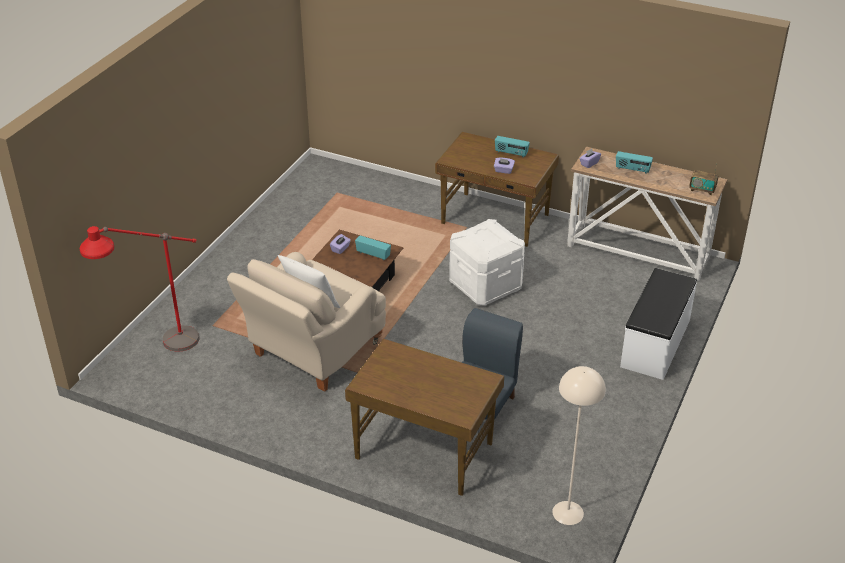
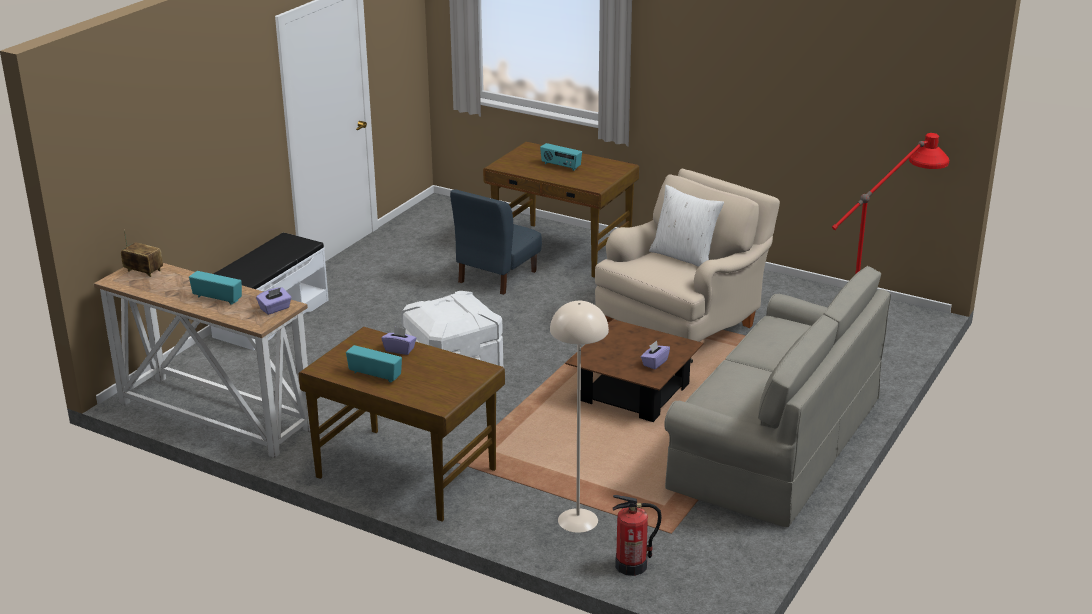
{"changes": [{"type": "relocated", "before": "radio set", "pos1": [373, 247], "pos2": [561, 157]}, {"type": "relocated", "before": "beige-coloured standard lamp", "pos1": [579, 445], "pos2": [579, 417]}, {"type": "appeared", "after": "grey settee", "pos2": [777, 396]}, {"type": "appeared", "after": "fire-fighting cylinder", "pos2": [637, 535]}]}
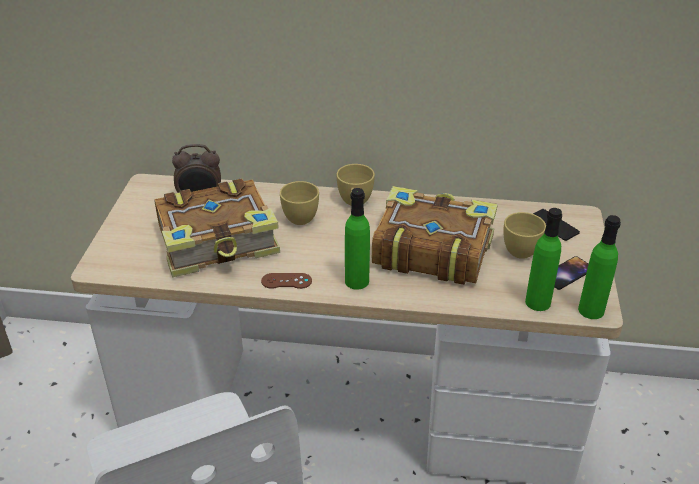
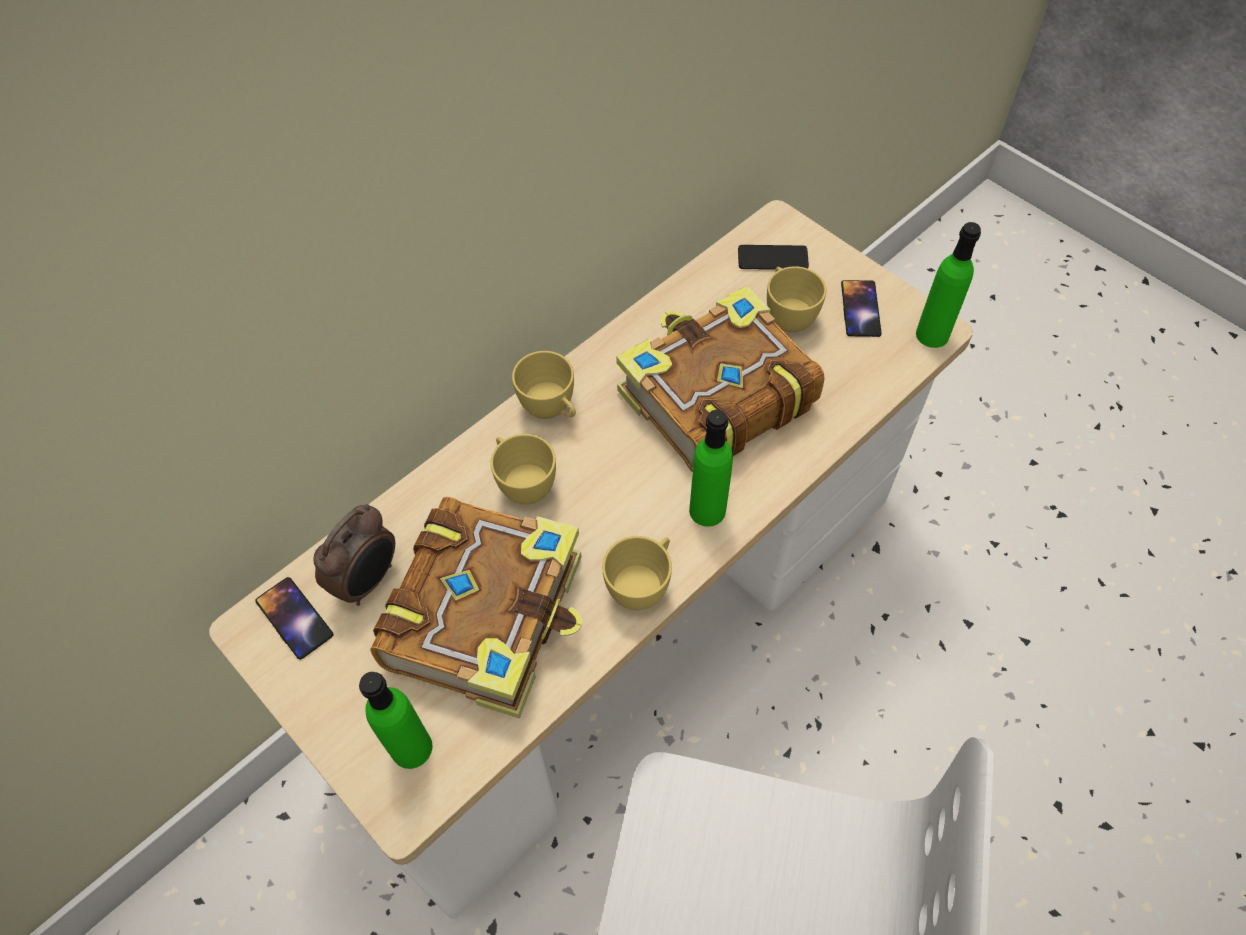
{"changes": [{"type": "relocated", "before": "green beverage bottle", "pos1": [543, 259], "pos2": [396, 720]}, {"type": "exchanged", "before": "brown-coloured gamepad", "after": "yellowish cup", "pos1": [286, 281], "pos2": [637, 573]}, {"type": "appeared", "after": "phone", "pos2": [294, 618]}]}
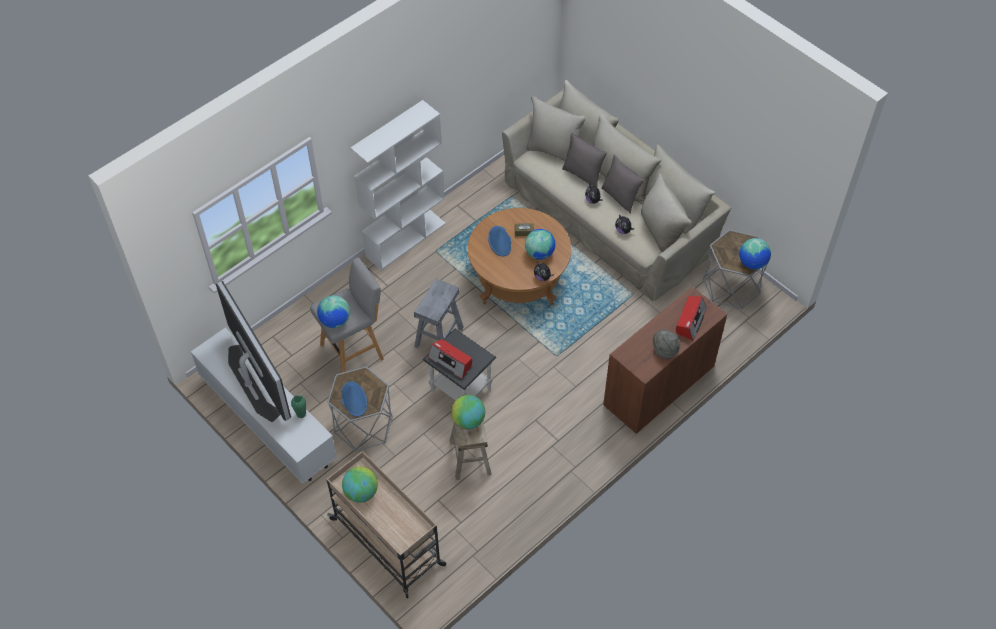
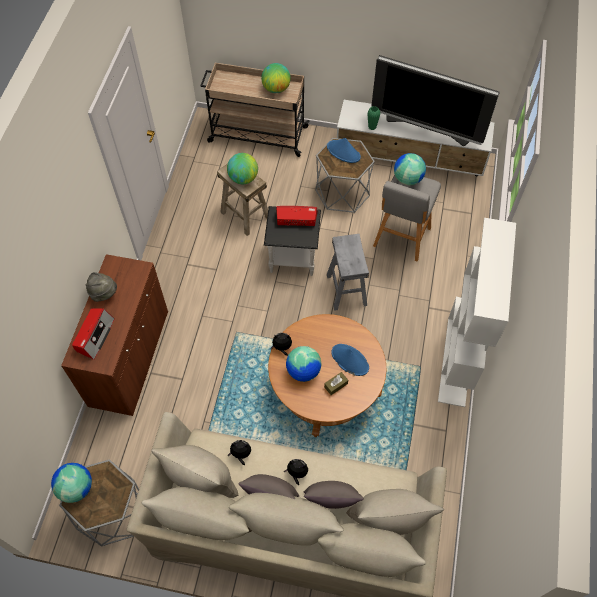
{"changes": [{"type": "spun", "before": "radio set", "pos1": [691, 318], "pos2": [93, 334], "turn": -150}]}
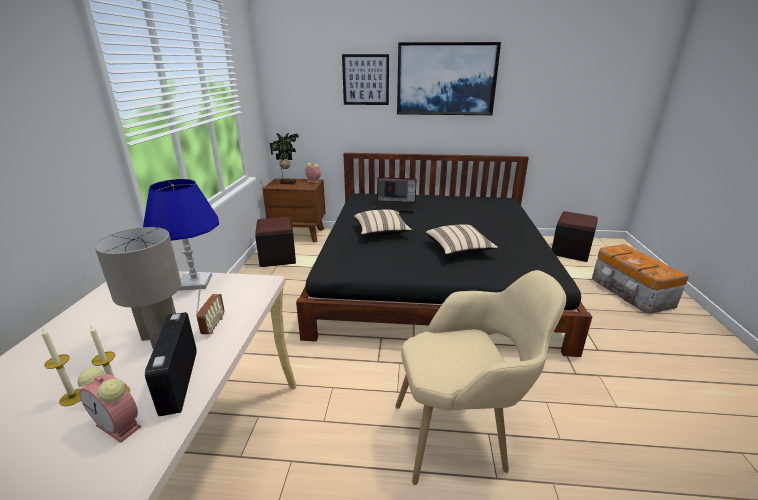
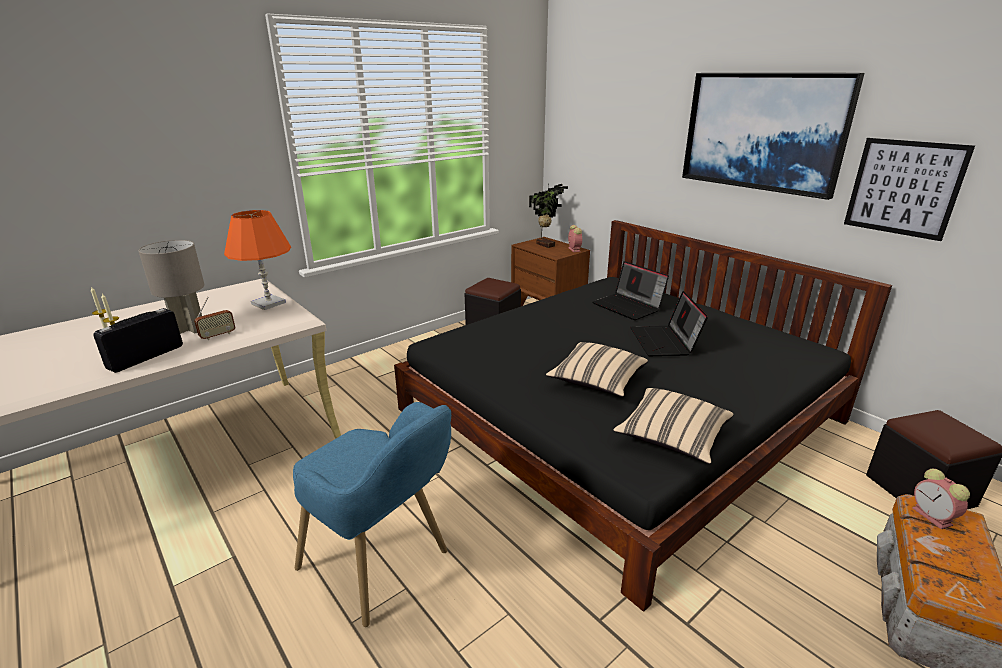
{"changes": [{"type": "relocated", "before": "wall picture", "pos1": [365, 79], "pos2": [909, 189]}, {"type": "colour", "before": "blue-coloured table lamp", "after": "orange table lamp", "pos1": [181, 235], "pos2": [257, 260]}, {"type": "relocated", "before": "beige-coloured pillow", "pos1": [383, 222], "pos2": [673, 426]}, {"type": "colour", "before": "beige-coloured armchair", "after": "blue-coloured armchair", "pos1": [480, 377], "pos2": [372, 514]}, {"type": "relocated", "before": "table clock", "pos1": [109, 405], "pos2": [941, 499]}, {"type": "appeared", "after": "laptop", "pos2": [669, 323]}]}
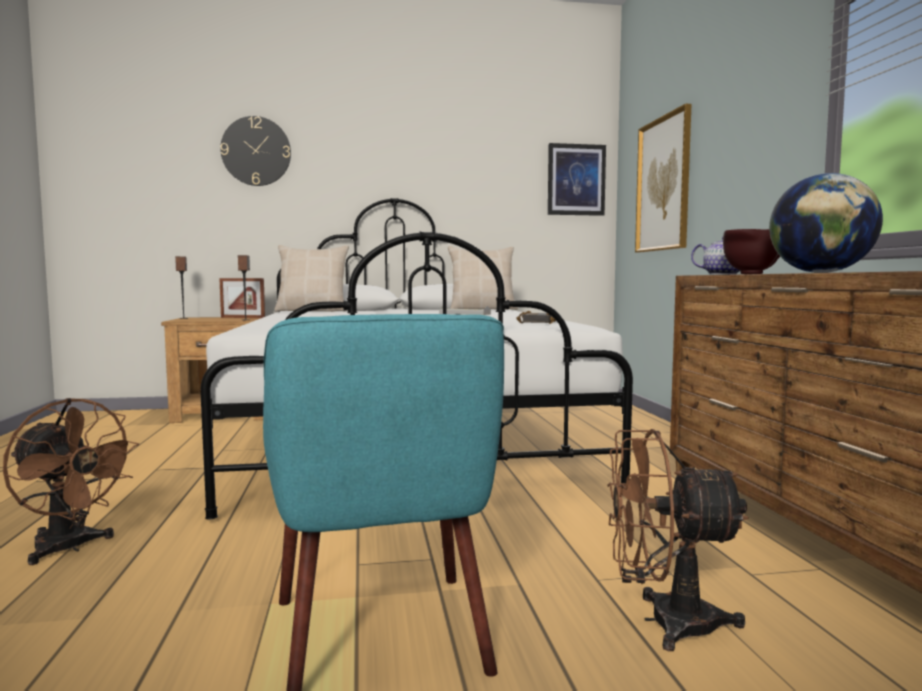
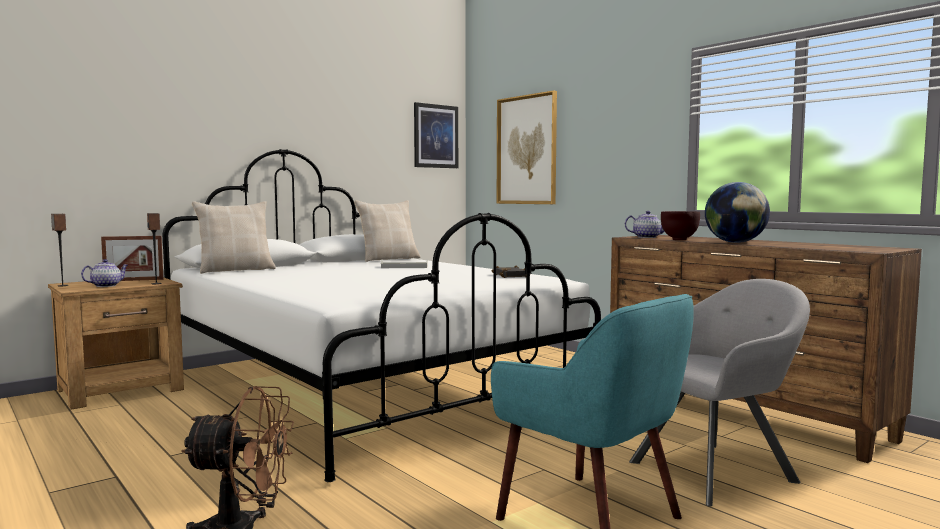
{"changes": [{"type": "missing", "before": "hanging clock", "pos1": [255, 151]}, {"type": "exchanged", "before": "brown-coloured fan", "after": "grey armchair", "pos1": [678, 540], "pos2": [719, 392]}, {"type": "appeared", "after": "tea pot", "pos2": [104, 273]}]}
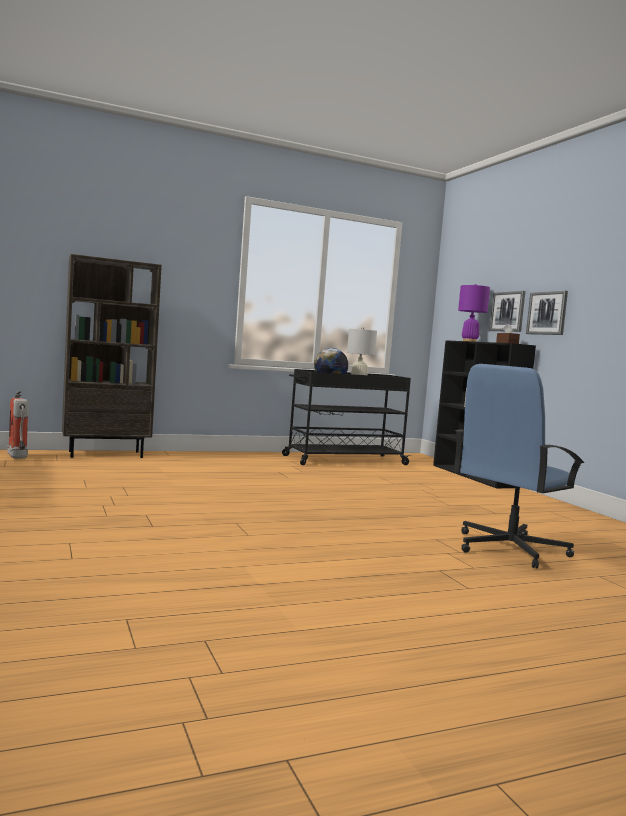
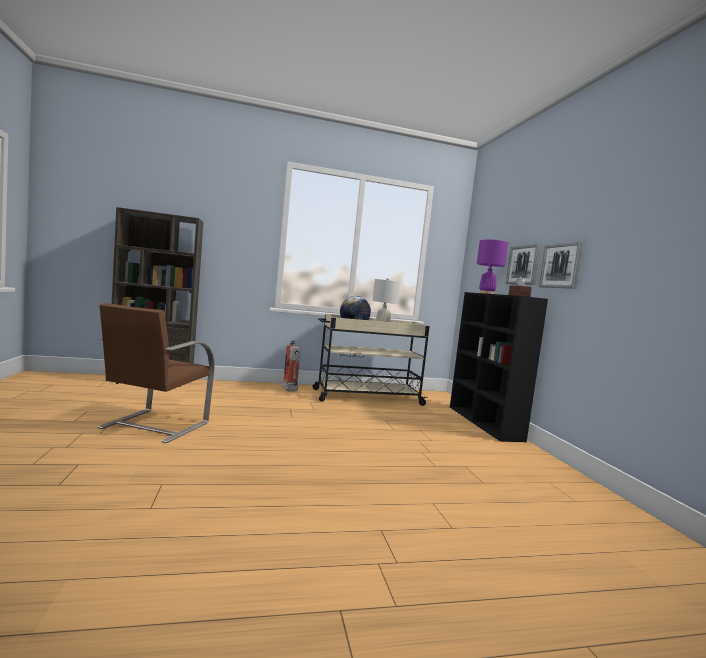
{"changes": [{"type": "missing", "before": "blue-coloured office chair", "pos1": [519, 466]}, {"type": "colour", "before": "black cart", "after": "beige-coloured cart", "pos1": [346, 417], "pos2": [371, 360]}, {"type": "relocated", "before": "fire-fighting cylinder", "pos1": [18, 425], "pos2": [291, 366]}, {"type": "appeared", "after": "brown-coloured plain chair", "pos2": [156, 373]}]}
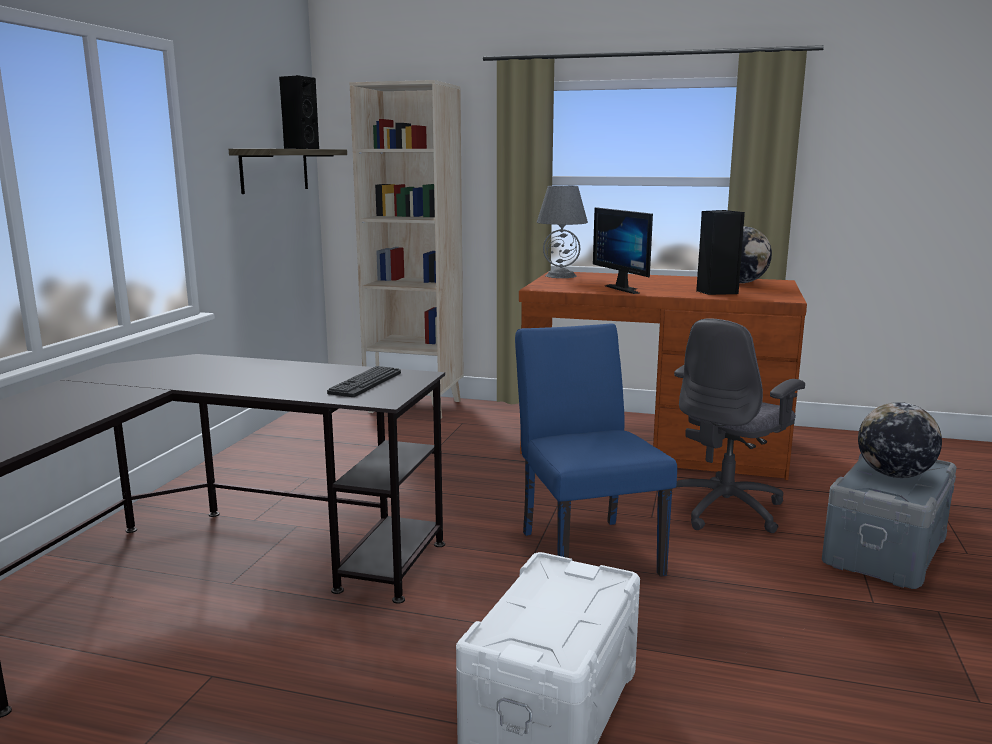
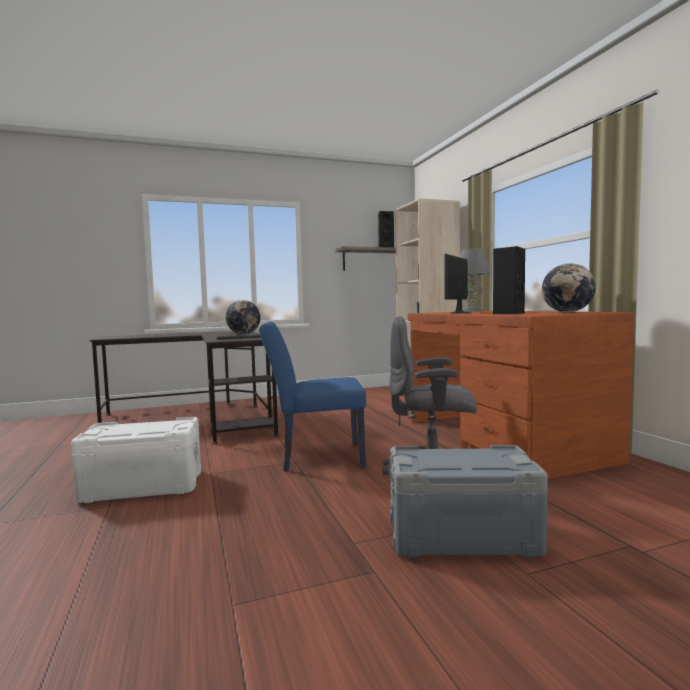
{"changes": [{"type": "spun", "before": "blue-coloured plain chair", "pos1": [596, 450], "pos2": [312, 396], "turn": -135}, {"type": "relocated", "before": "globe", "pos1": [900, 440], "pos2": [243, 317]}]}
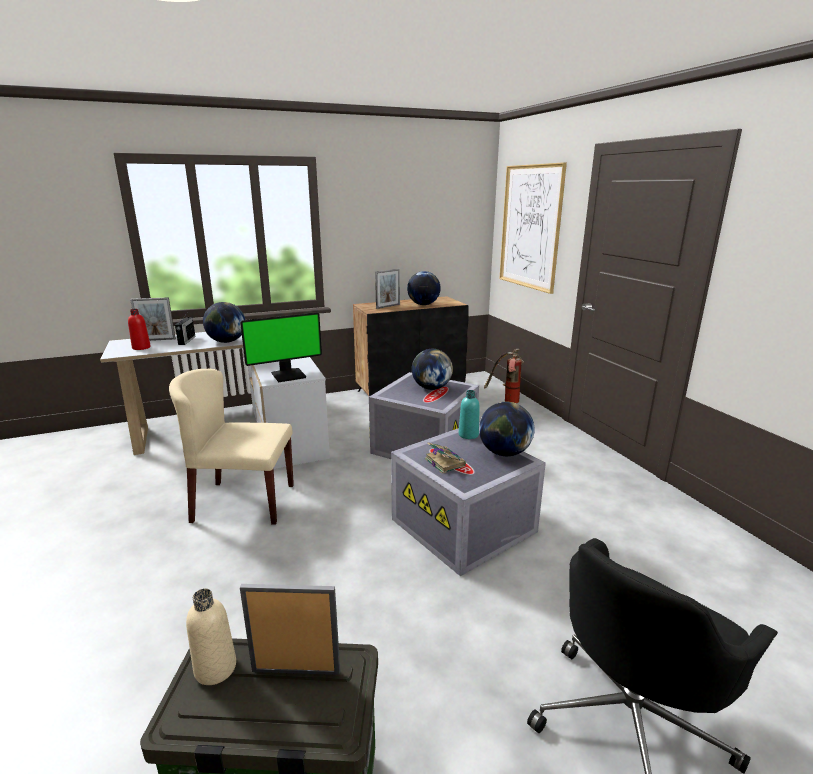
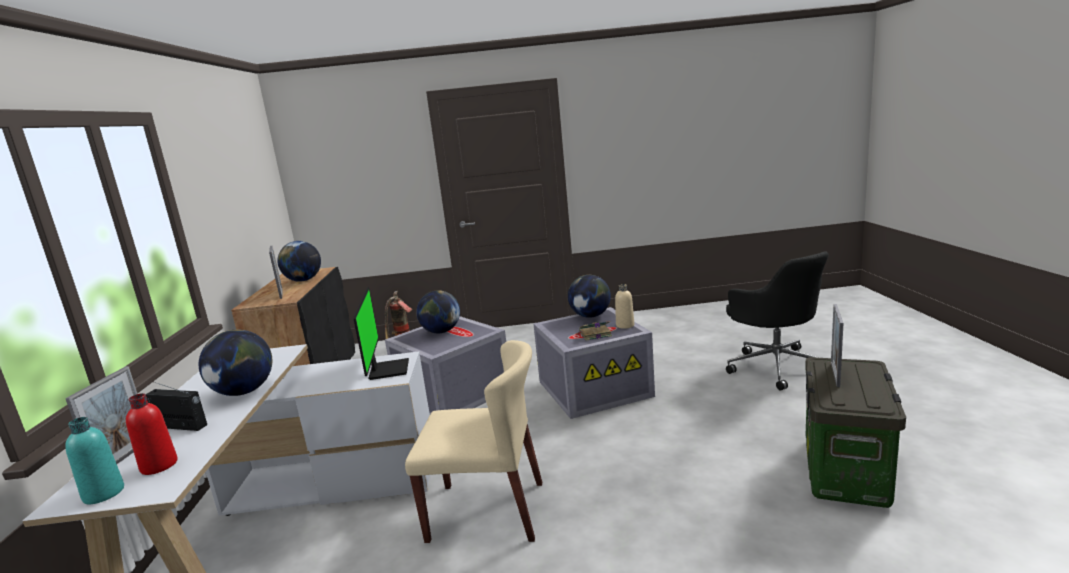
{"changes": [{"type": "missing", "before": "wall picture", "pos1": [533, 228]}, {"type": "spun", "before": "beige-coloured plain chair", "pos1": [231, 447], "pos2": [473, 441], "turn": -105}, {"type": "relocated", "before": "turquoise-coloured beverage bottle", "pos1": [469, 414], "pos2": [94, 460]}, {"type": "relocated", "before": "beige-coloured beverage bottle", "pos1": [211, 636], "pos2": [624, 306]}]}
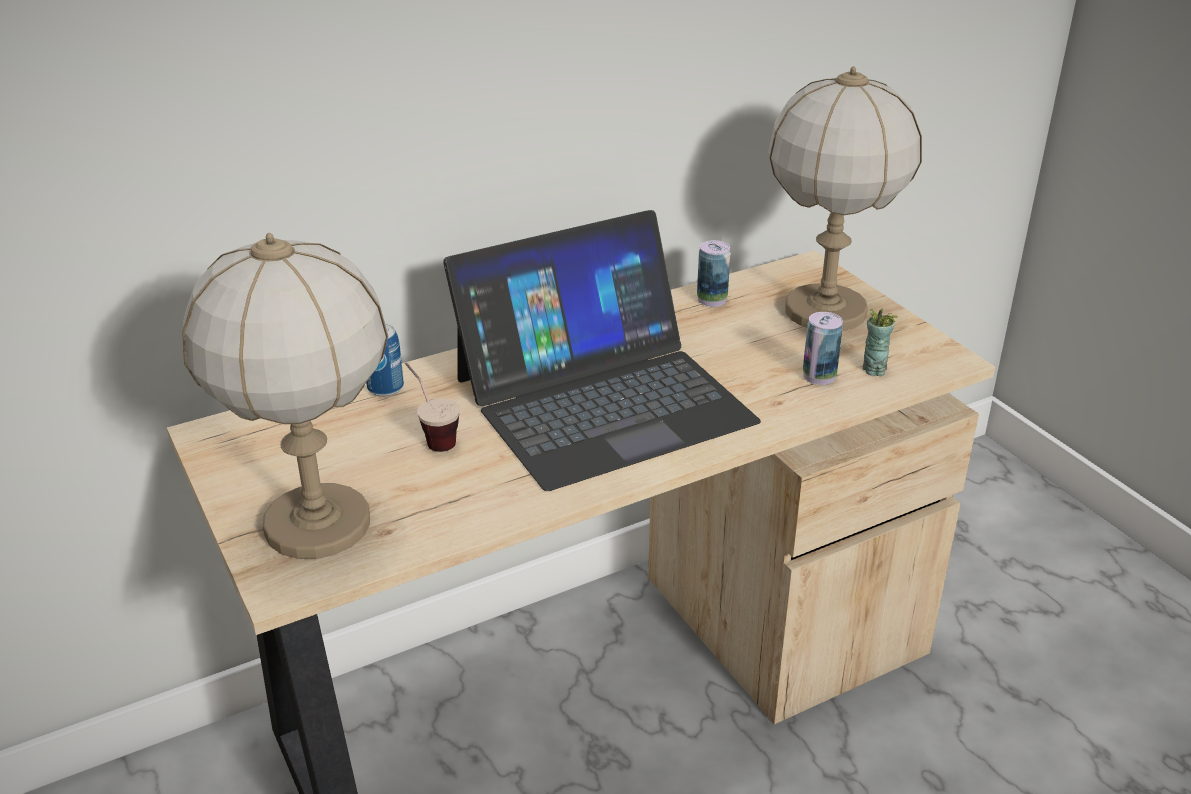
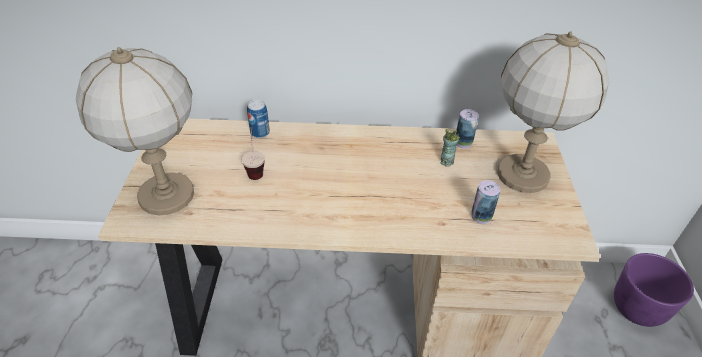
{"changes": [{"type": "missing", "before": "laptop", "pos1": [602, 350]}, {"type": "relocated", "before": "cup", "pos1": [880, 342], "pos2": [450, 148]}, {"type": "appeared", "after": "purplish flower pot", "pos2": [654, 290]}]}
